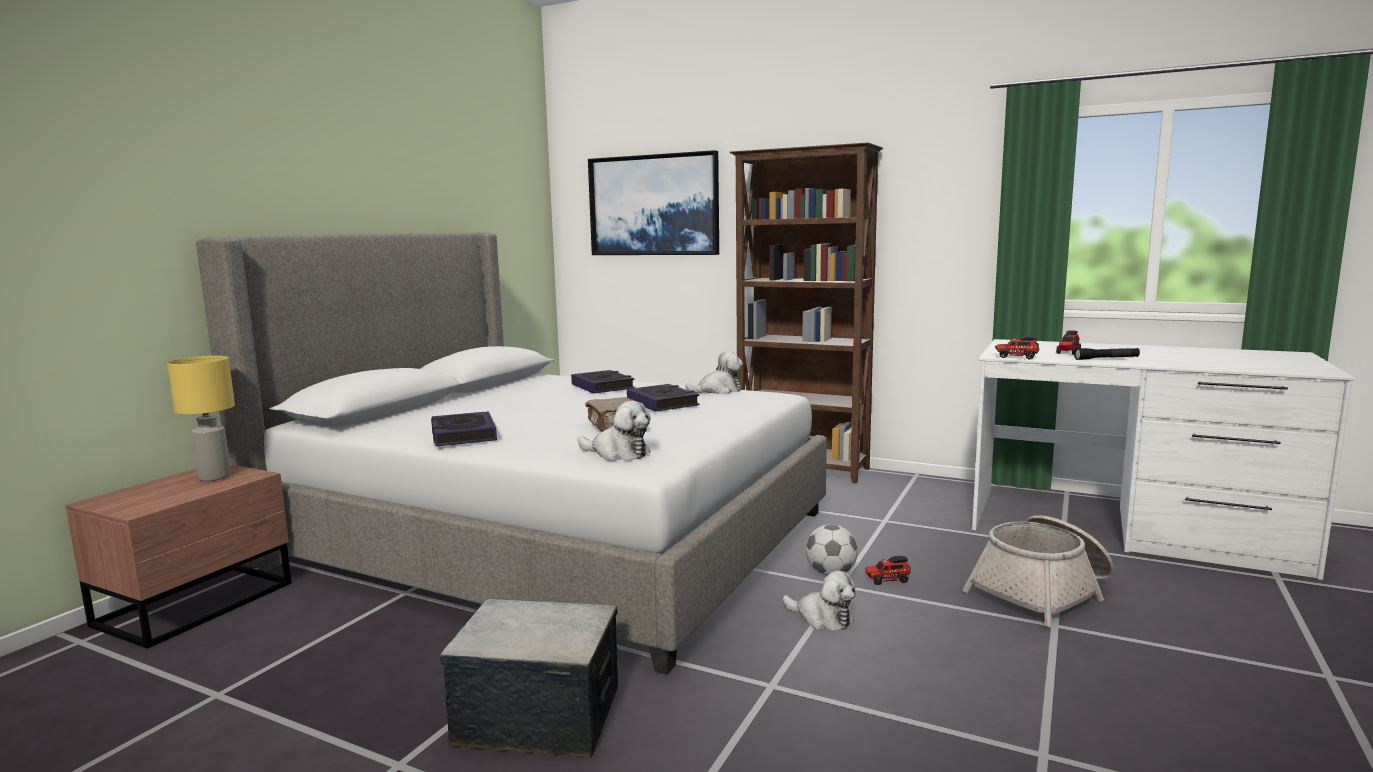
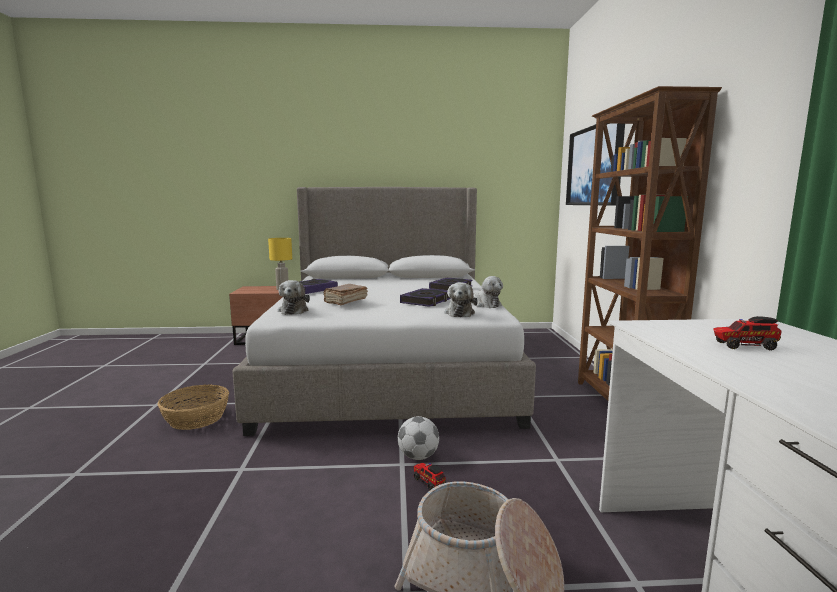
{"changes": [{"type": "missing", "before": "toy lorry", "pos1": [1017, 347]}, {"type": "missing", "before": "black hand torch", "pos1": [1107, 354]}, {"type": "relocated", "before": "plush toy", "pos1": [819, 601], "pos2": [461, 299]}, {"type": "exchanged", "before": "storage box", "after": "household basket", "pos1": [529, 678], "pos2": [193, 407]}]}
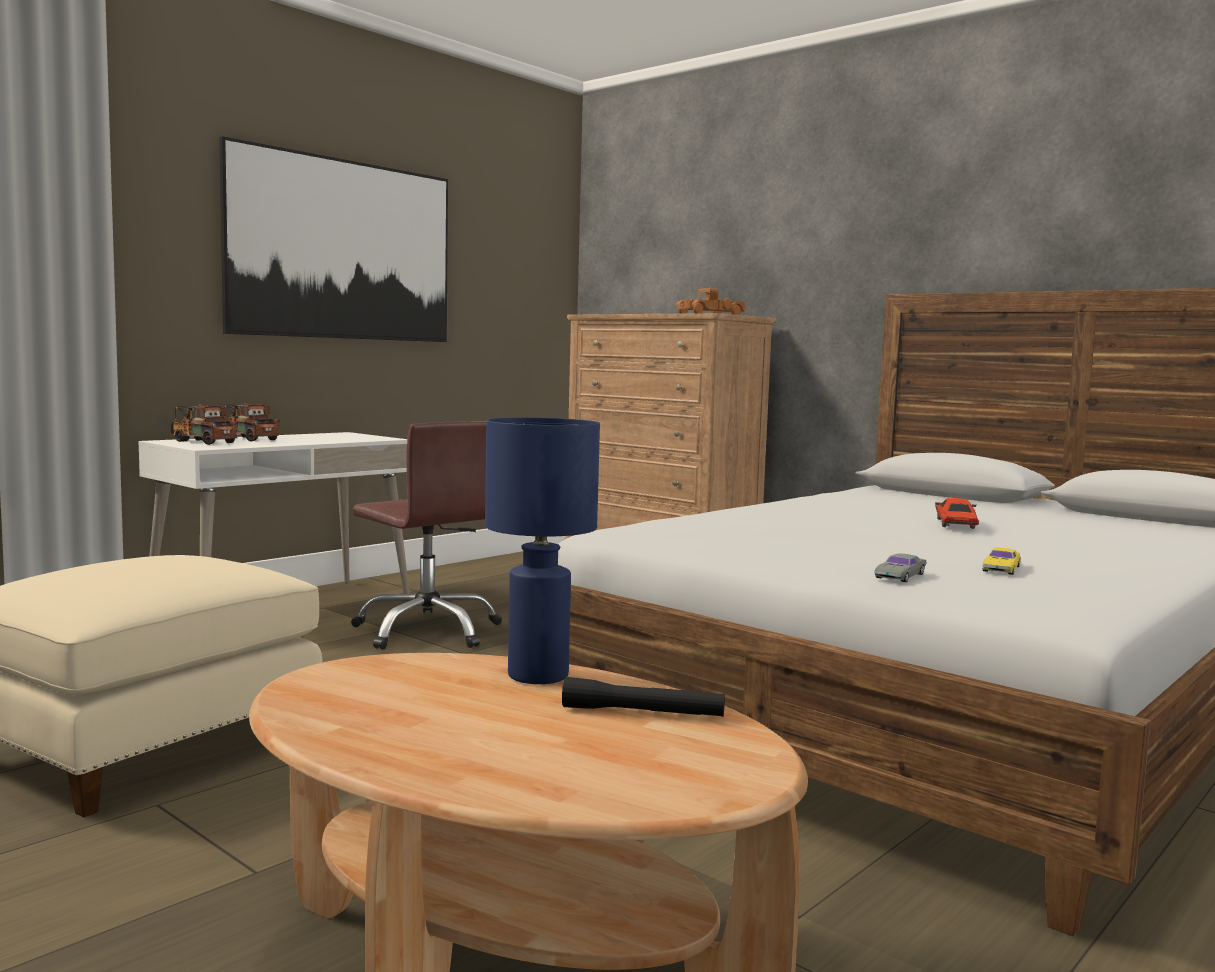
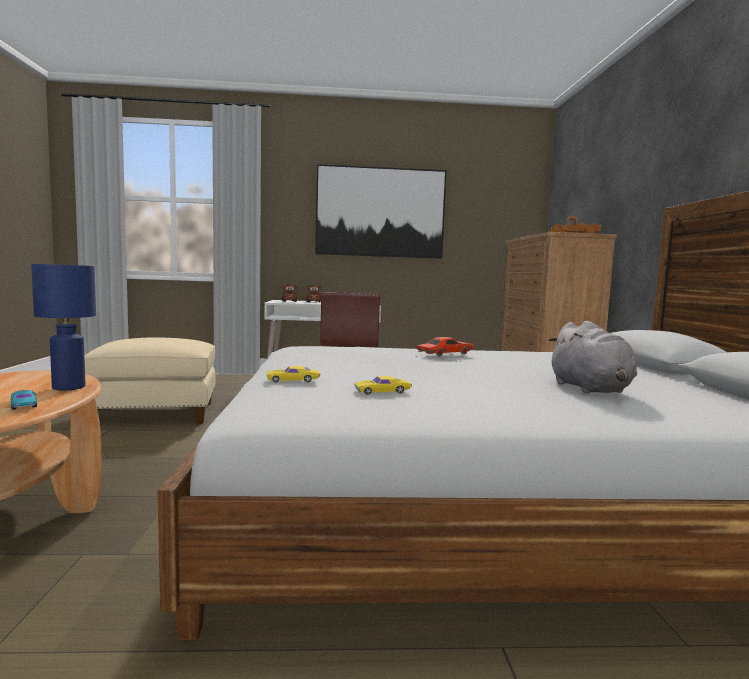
{"changes": [{"type": "relocated", "before": "reddish miniature car", "pos1": [957, 513], "pos2": [445, 346]}, {"type": "colour", "before": "grey miniature car", "after": "yellowish miniature car", "pos1": [900, 567], "pos2": [293, 374]}, {"type": "exchanged", "before": "black hand torch", "after": "turquoise-coloured miniature car", "pos1": [643, 697], "pos2": [24, 399]}, {"type": "appeared", "after": "grey plush toy", "pos2": [592, 357]}]}
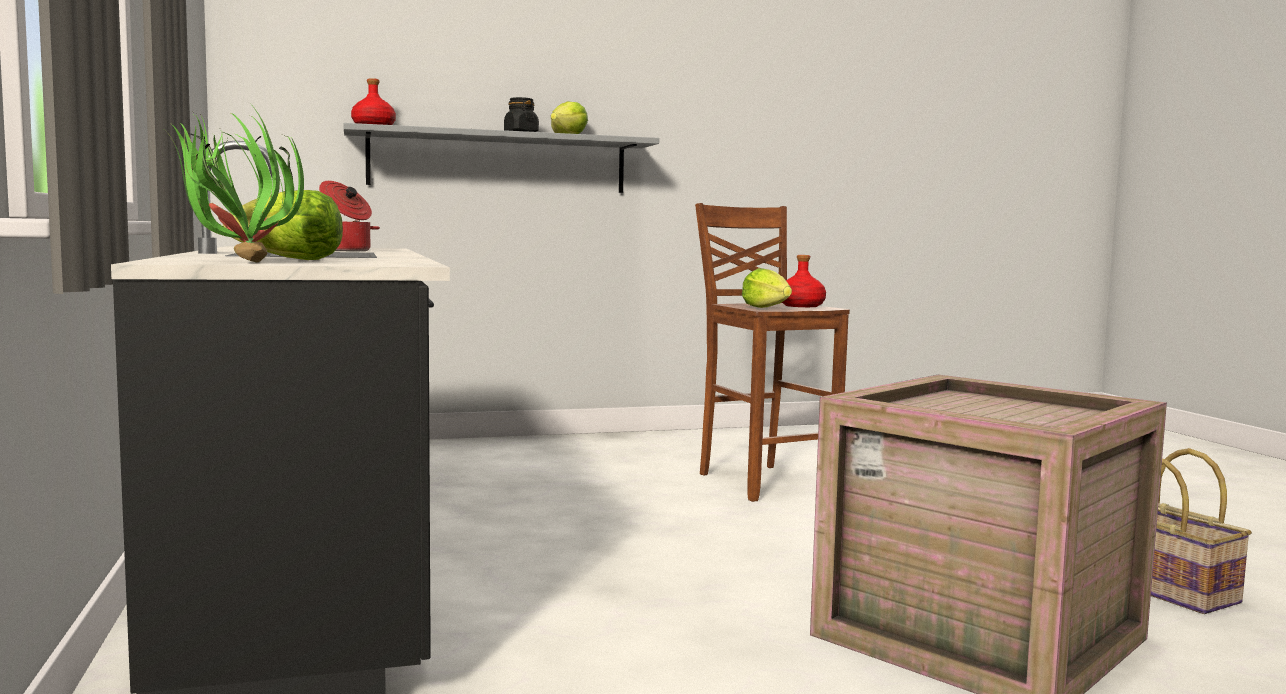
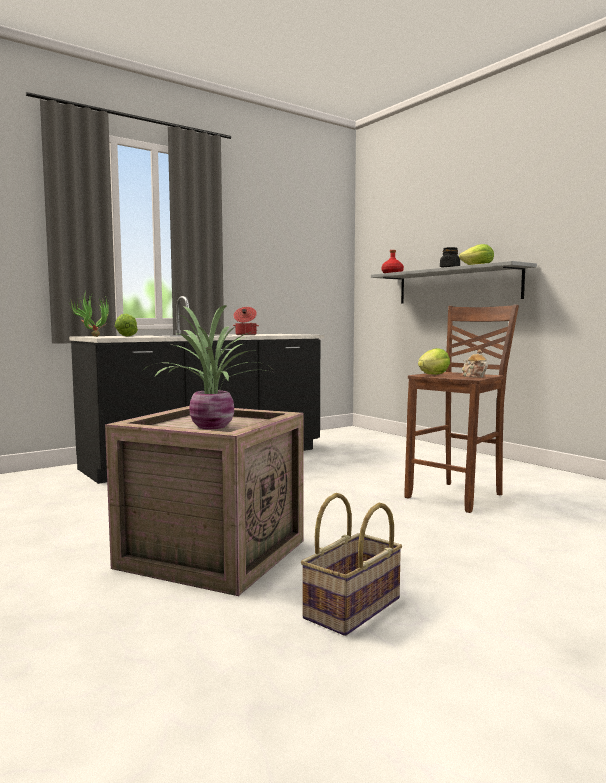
{"changes": [{"type": "exchanged", "before": "reddish beverage bottle", "after": "tea pot", "pos1": [804, 281], "pos2": [475, 363]}, {"type": "appeared", "after": "houseplant", "pos2": [208, 367]}]}
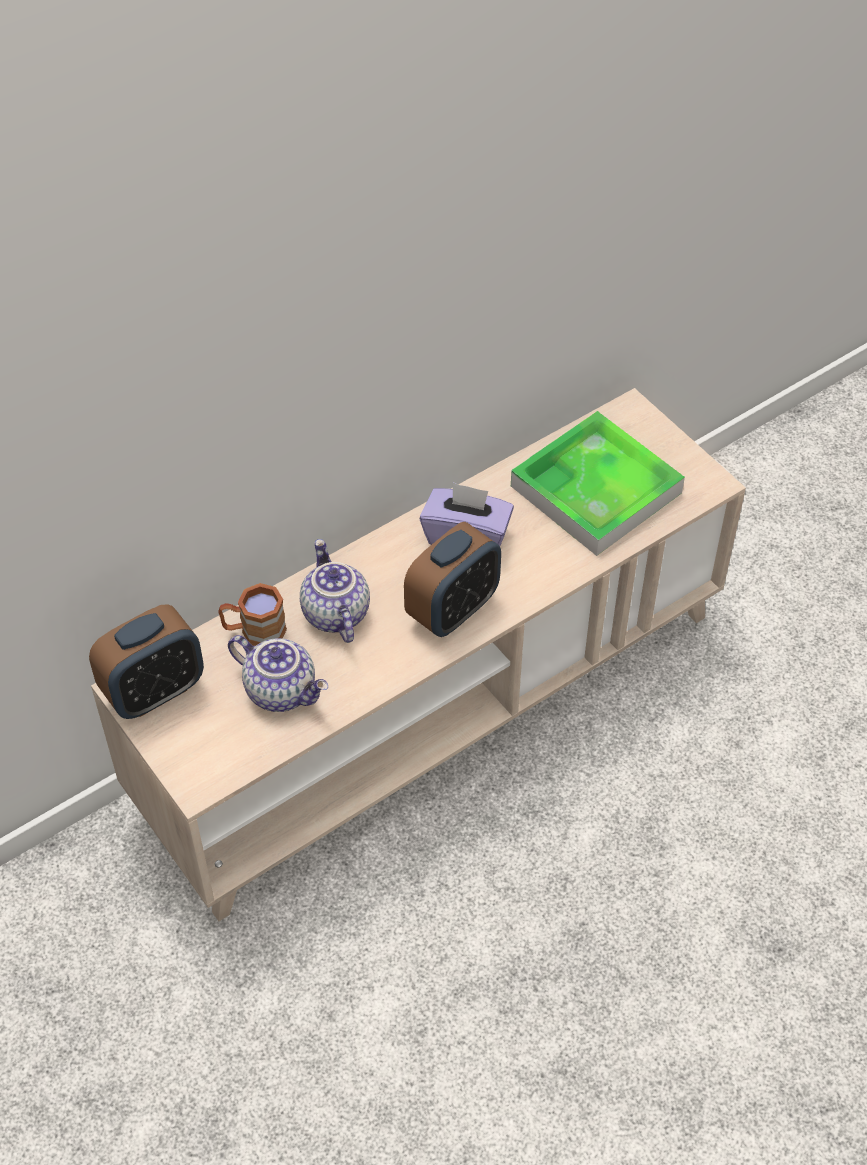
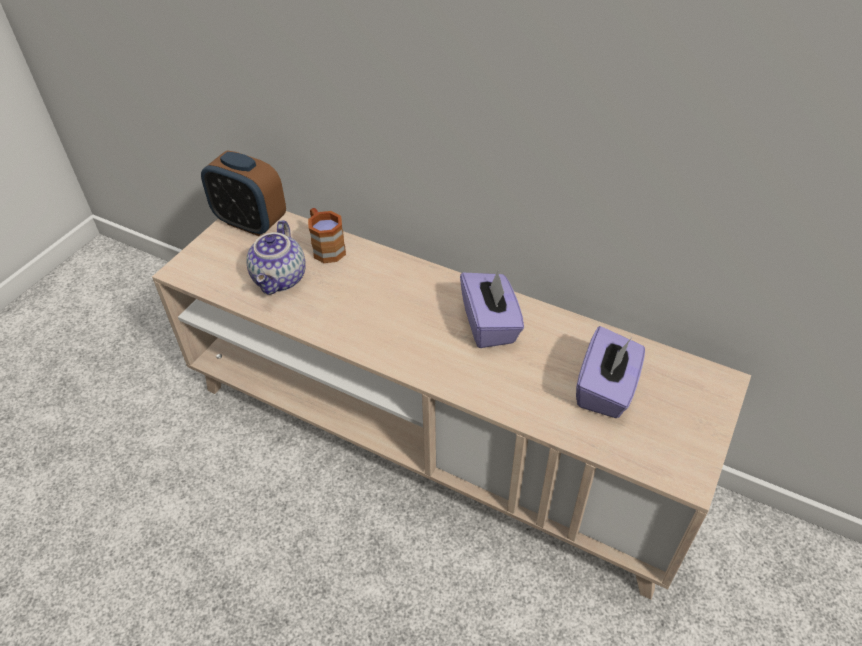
{"changes": [{"type": "exchanged", "before": "serving tray", "after": "purplish tissue holder", "pos1": [598, 483], "pos2": [610, 372]}, {"type": "missing", "before": "table clock", "pos1": [452, 579]}, {"type": "missing", "before": "tea pot", "pos1": [335, 591]}]}
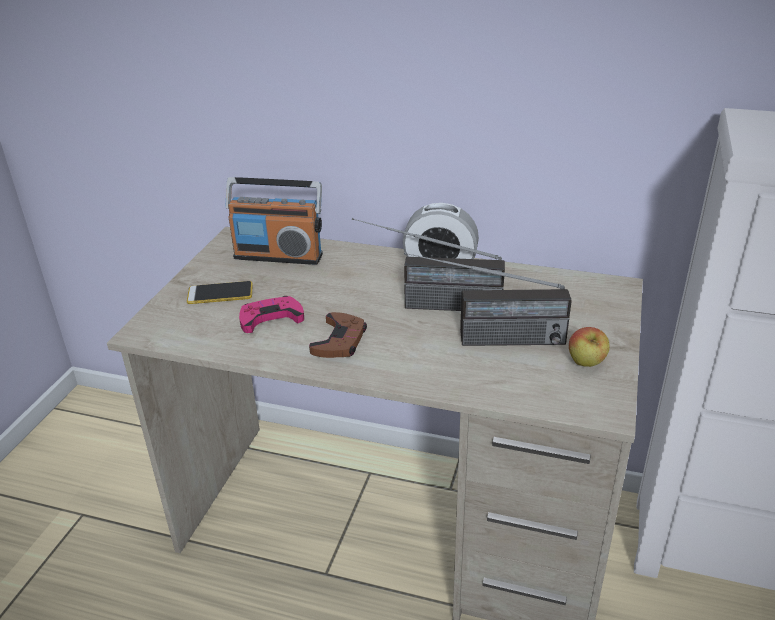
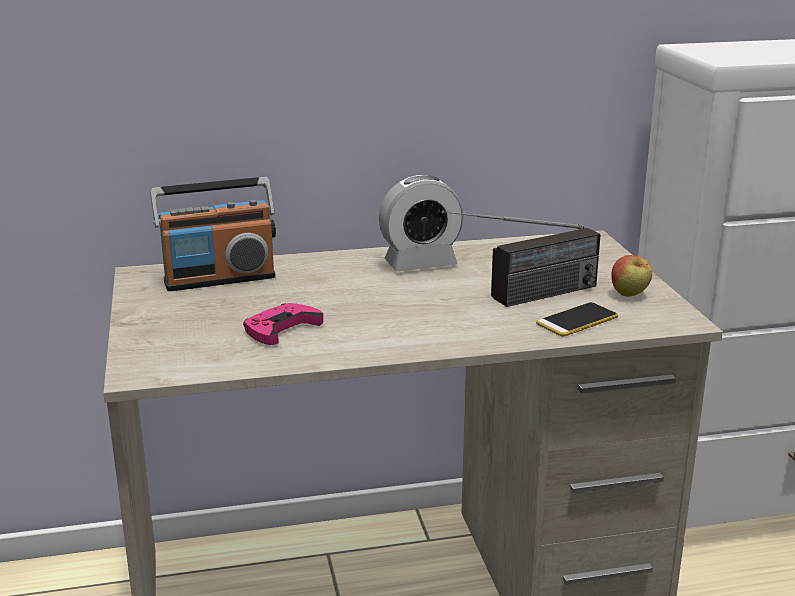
{"changes": [{"type": "missing", "before": "radio set", "pos1": [428, 264]}, {"type": "relocated", "before": "phone", "pos1": [220, 292], "pos2": [577, 319]}, {"type": "missing", "before": "brown-coloured gamepad", "pos1": [338, 335]}]}
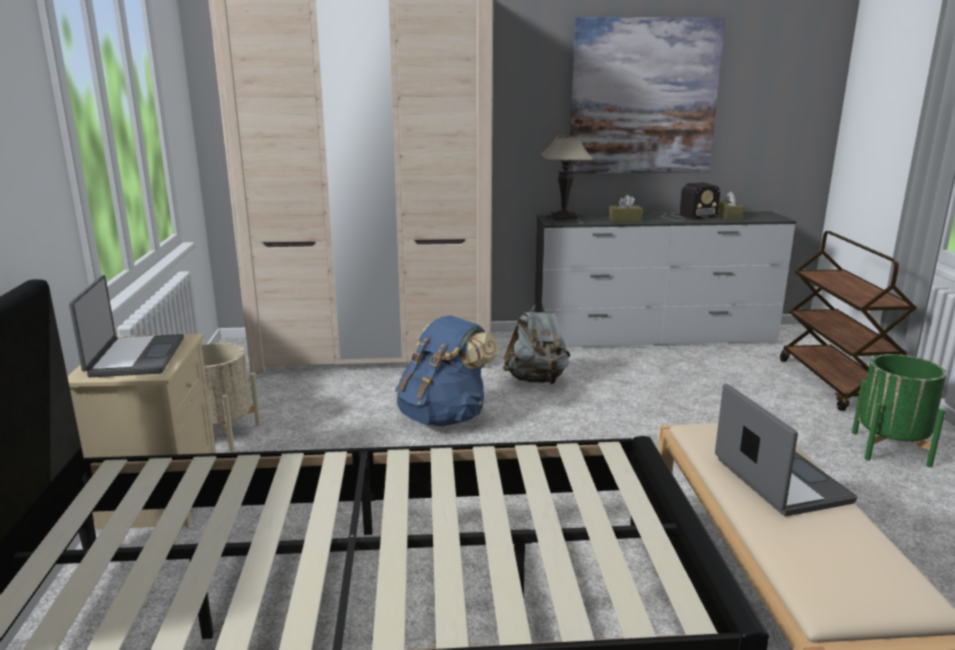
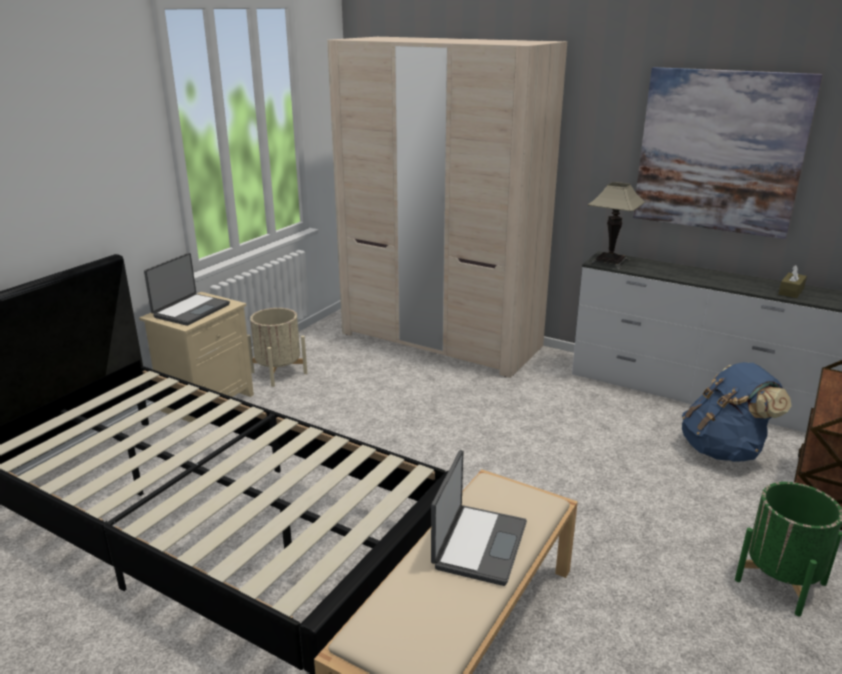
{"changes": [{"type": "missing", "before": "radio set", "pos1": [691, 201]}, {"type": "missing", "before": "brown-coloured tissue holder", "pos1": [625, 208]}, {"type": "missing", "before": "grey backpack", "pos1": [536, 343]}, {"type": "relocated", "before": "blue-coloured backpack", "pos1": [447, 371], "pos2": [736, 412]}]}
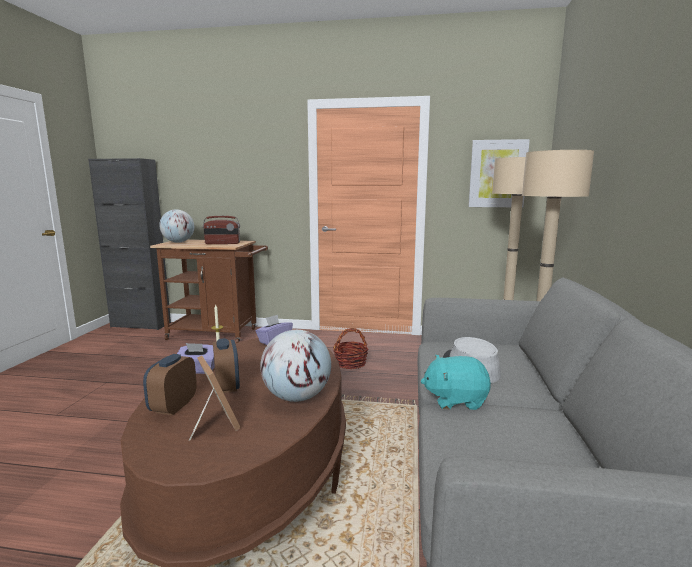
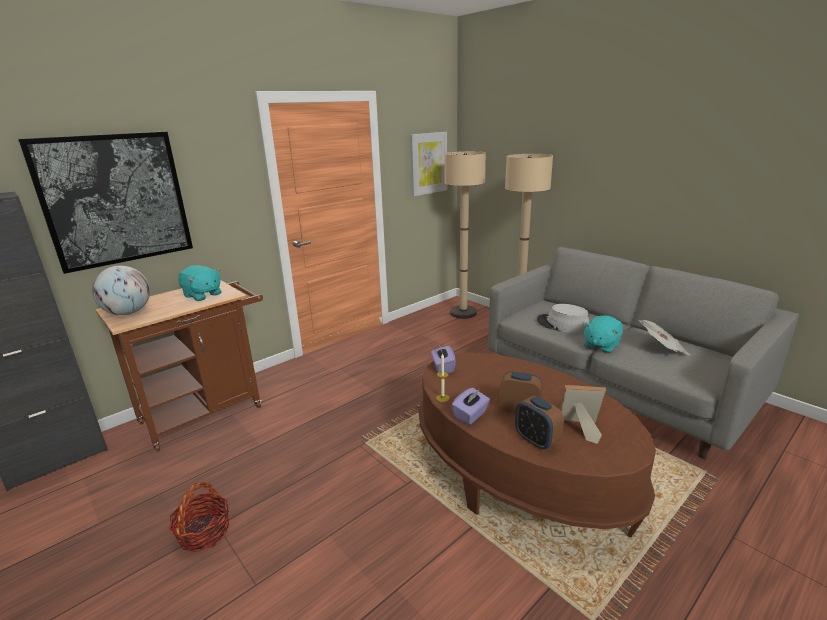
{"changes": [{"type": "exchanged", "before": "radio set", "after": "turquoise-coloured plush toy", "pos1": [221, 230], "pos2": [200, 283]}, {"type": "relocated", "before": "household basket", "pos1": [351, 348], "pos2": [199, 517]}, {"type": "missing", "before": "globe", "pos1": [295, 366]}, {"type": "appeared", "after": "wall picture", "pos2": [105, 202]}, {"type": "appeared", "after": "daily paper", "pos2": [665, 338]}]}
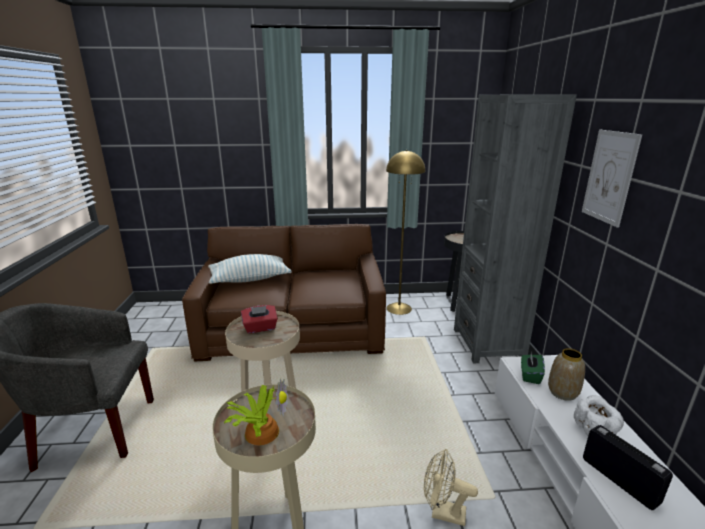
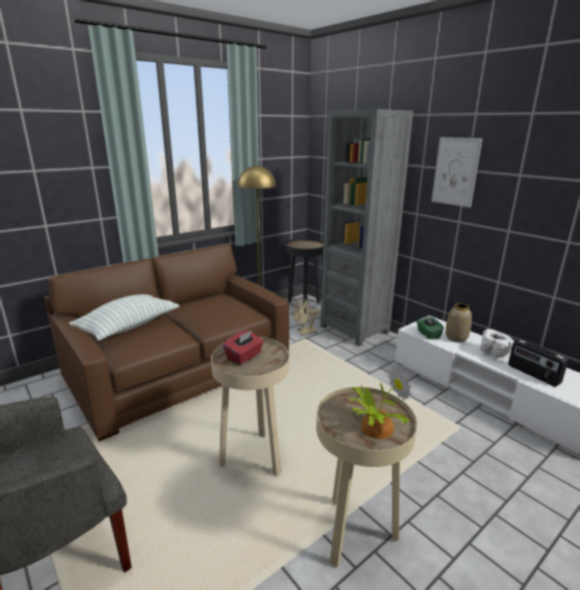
{"changes": [{"type": "spun", "before": "radio set", "pos1": [628, 467], "pos2": [538, 363], "turn": -150}, {"type": "relocated", "before": "beige-coloured fan", "pos1": [451, 487], "pos2": [306, 316]}]}
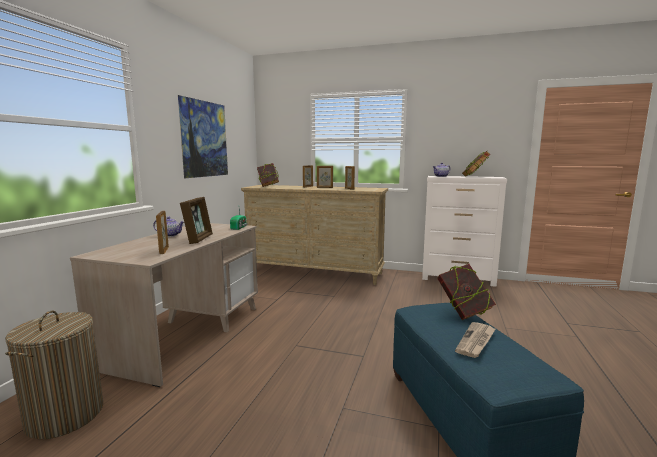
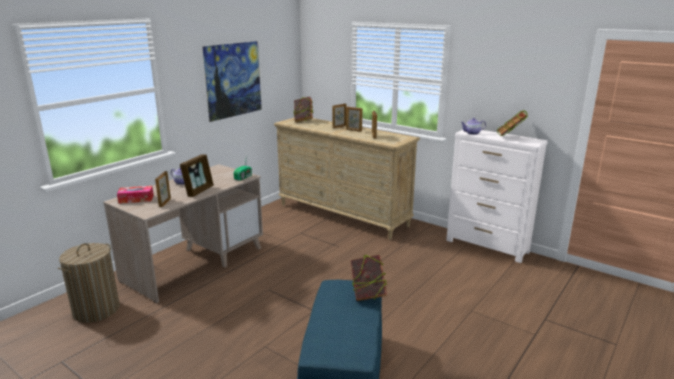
{"changes": [{"type": "missing", "before": "daily paper", "pos1": [475, 340]}, {"type": "appeared", "after": "tissue holder", "pos2": [135, 195]}]}
